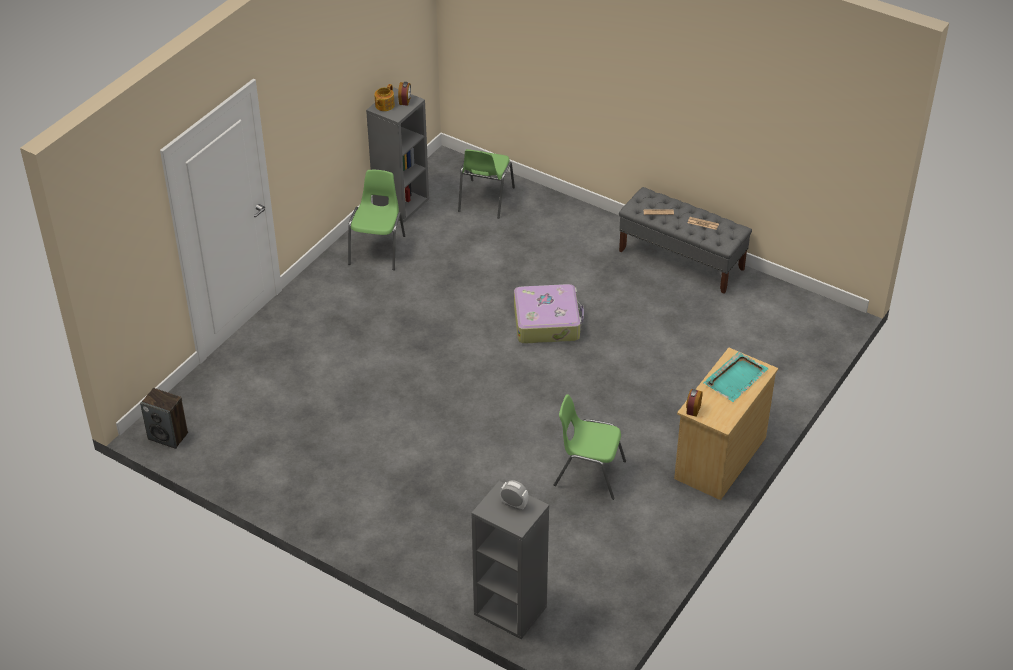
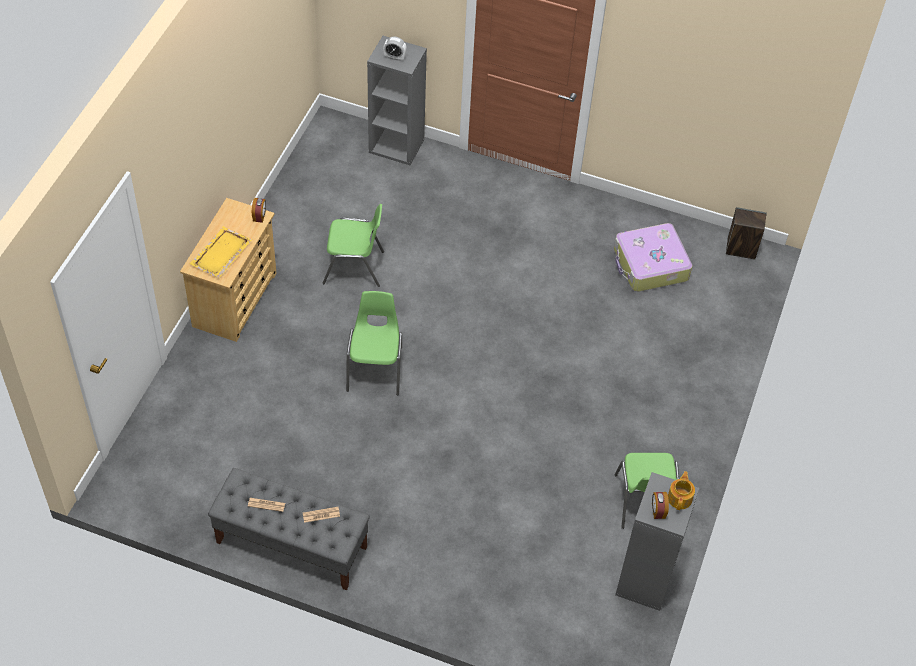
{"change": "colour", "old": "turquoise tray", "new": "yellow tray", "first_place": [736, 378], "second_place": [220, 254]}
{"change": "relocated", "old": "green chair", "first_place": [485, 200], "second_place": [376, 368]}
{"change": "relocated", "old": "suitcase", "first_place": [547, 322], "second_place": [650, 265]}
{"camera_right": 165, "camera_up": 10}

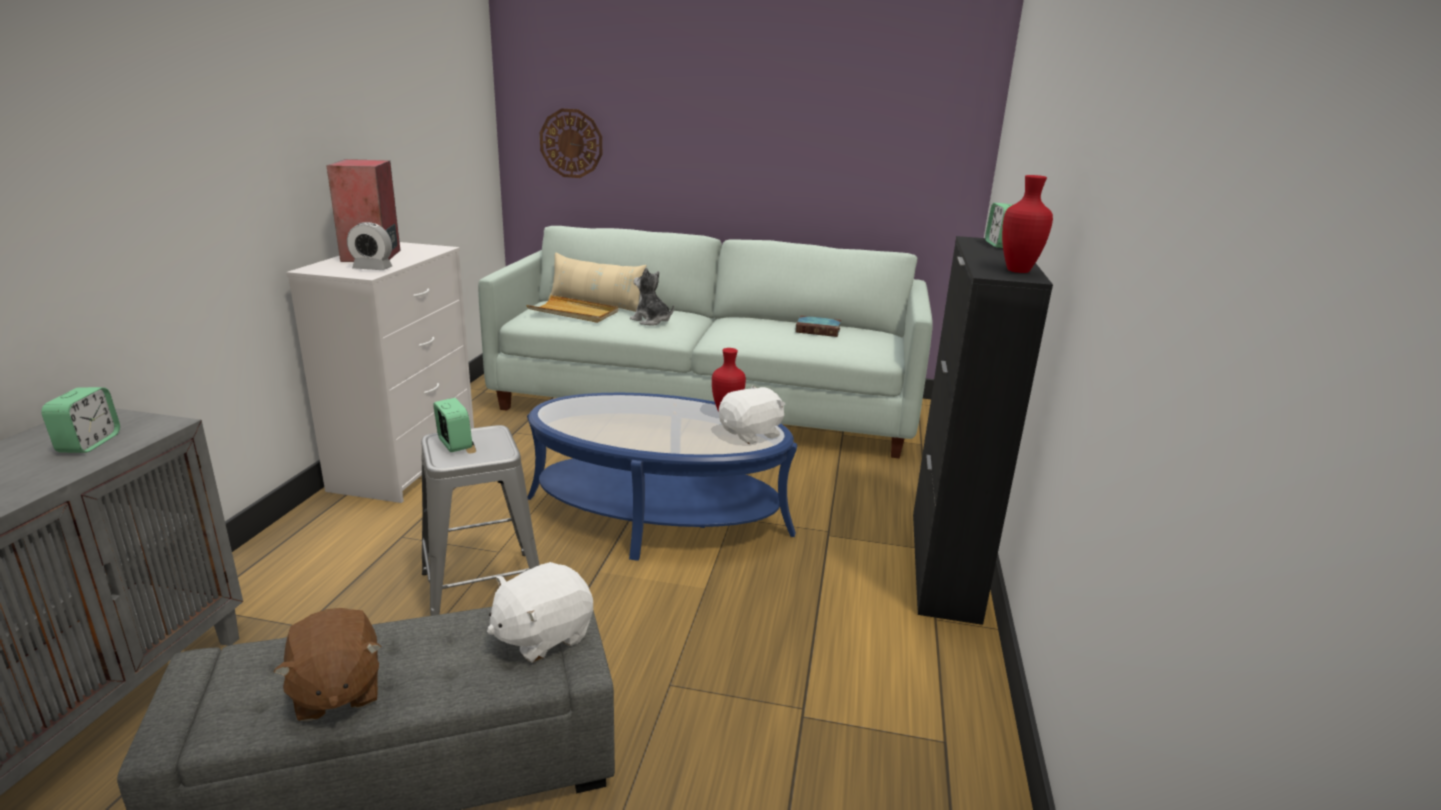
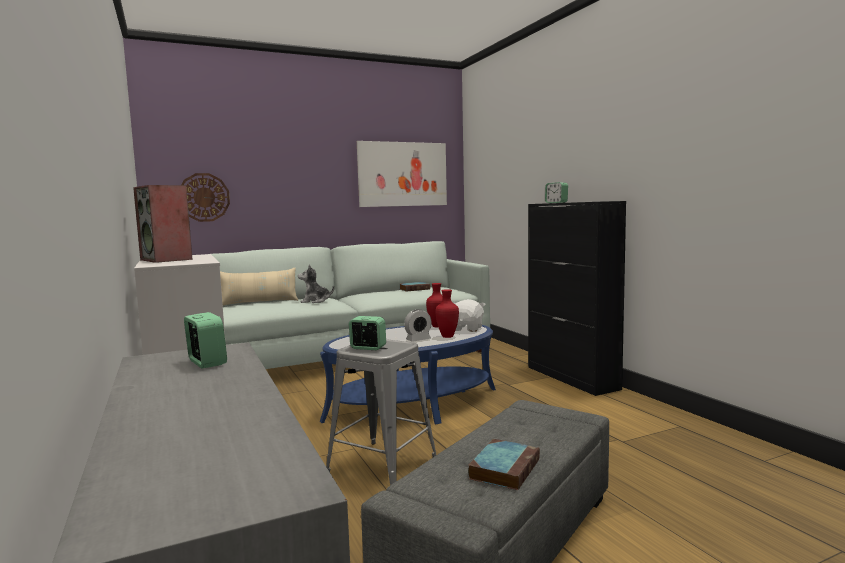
{"change": "appeared", "new": "picture", "second_place": [402, 174]}
{"change": "relocated", "old": "alarm clock", "first_place": [372, 268], "second_place": [418, 339]}
{"change": "relocated", "old": "red vase", "first_place": [1018, 270], "second_place": [447, 336]}
{"change": "exchanged", "old": "brown plush toy", "new": "book", "first_place": [336, 691], "second_place": [504, 468]}
{"change": "missing", "old": "white plush toy", "first_place": [542, 635]}
{"change": "missing", "old": "beige tray", "first_place": [573, 312]}
{"camera_right": -35, "camera_up": -15}

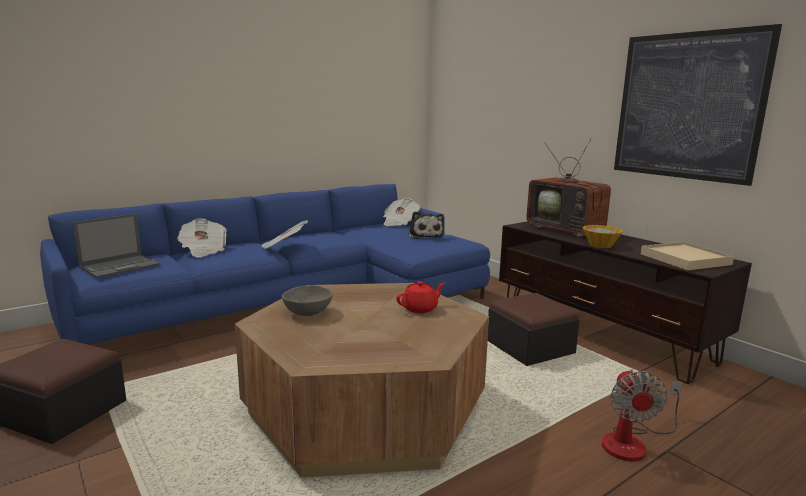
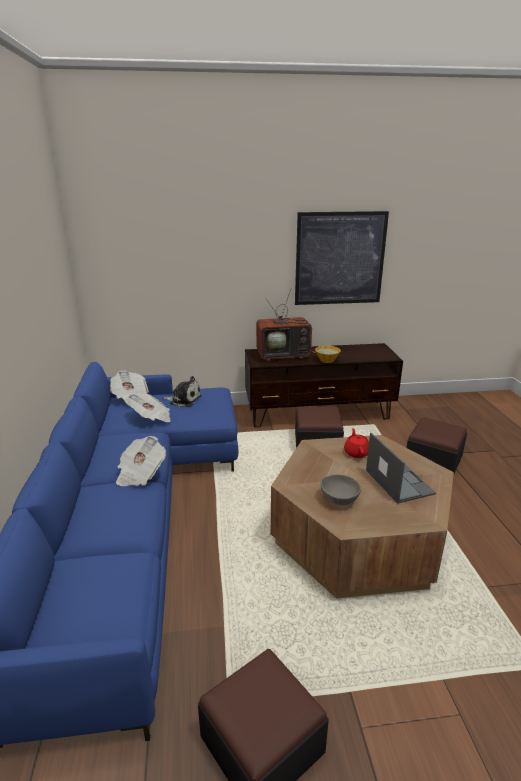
{"change": "relocated", "old": "newspaper", "first_place": [203, 250], "second_place": [151, 417]}
{"change": "relocated", "old": "laptop", "first_place": [121, 266], "second_place": [398, 481]}
{"change": "exchanged", "old": "fan", "new": "ottoman", "first_place": [633, 442], "second_place": [433, 459]}
{"change": "missing", "old": "beige tray", "first_place": [685, 259]}
{"camera_right": -60, "camera_up": 10}

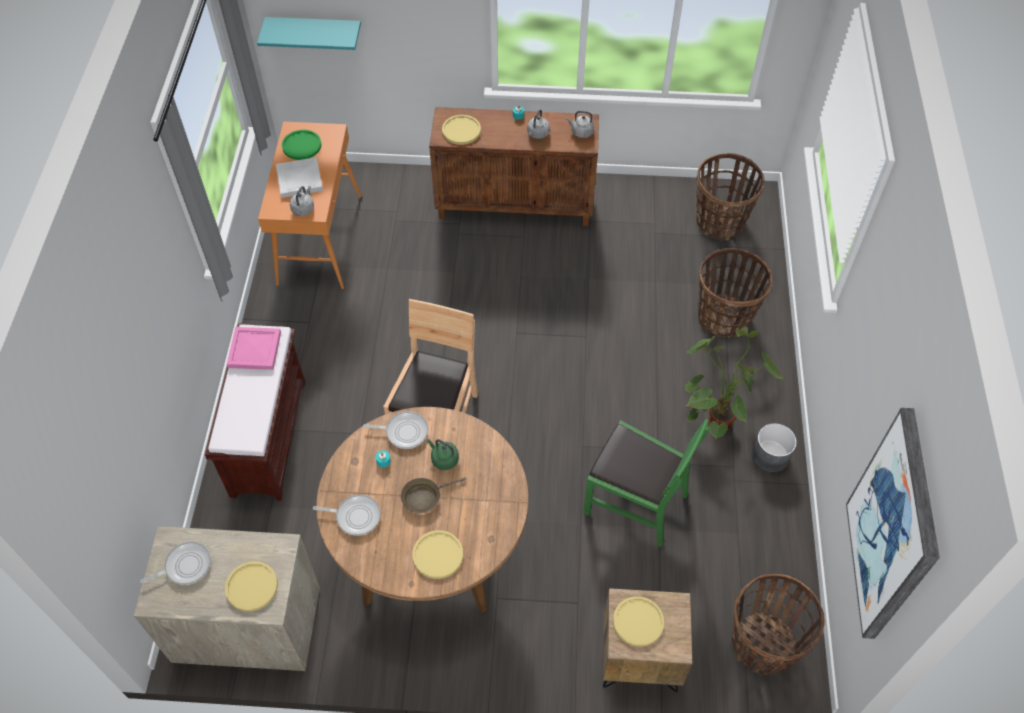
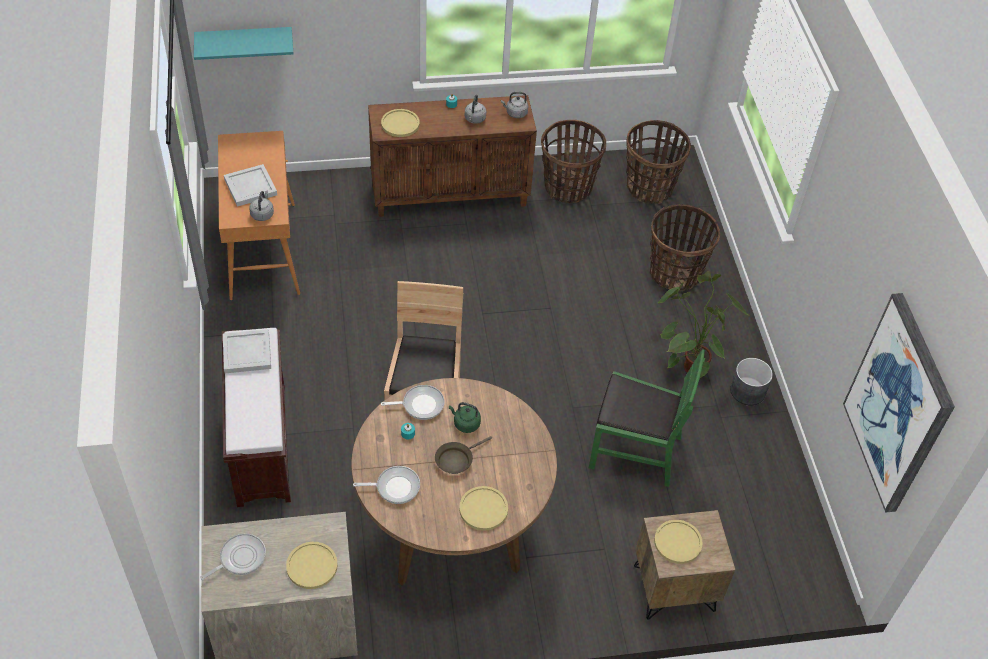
{"change": "colour", "old": "pink tray", "new": "white tray", "first_place": [254, 349], "second_place": [246, 352]}
{"change": "relocated", "old": "basket", "first_place": [763, 645], "second_place": [568, 187]}
{"change": "missing", "old": "green plate", "first_place": [301, 145]}
{"camera_right": -15, "camera_up": -5}

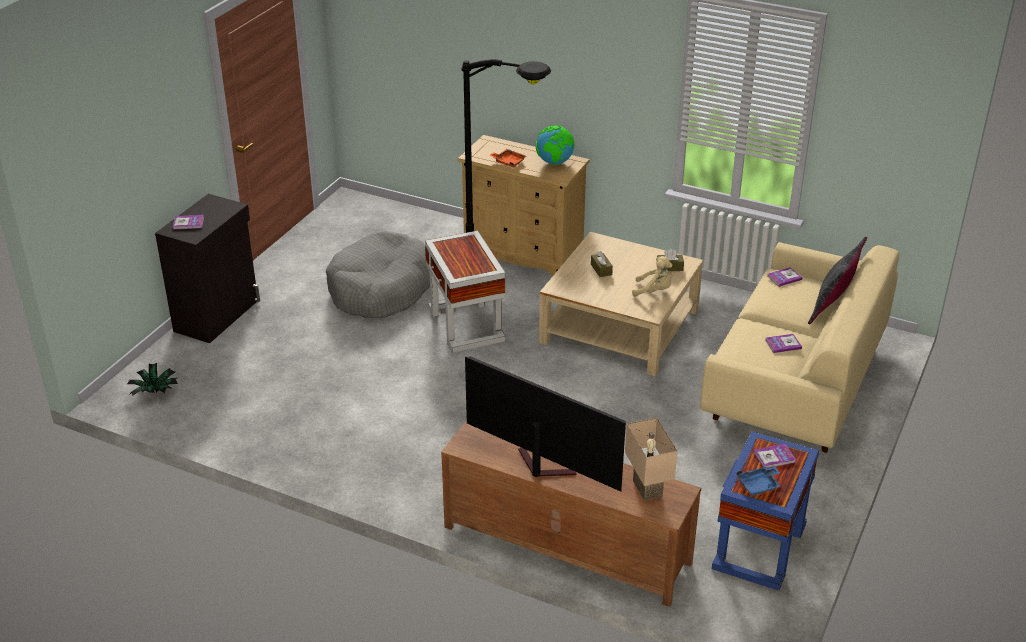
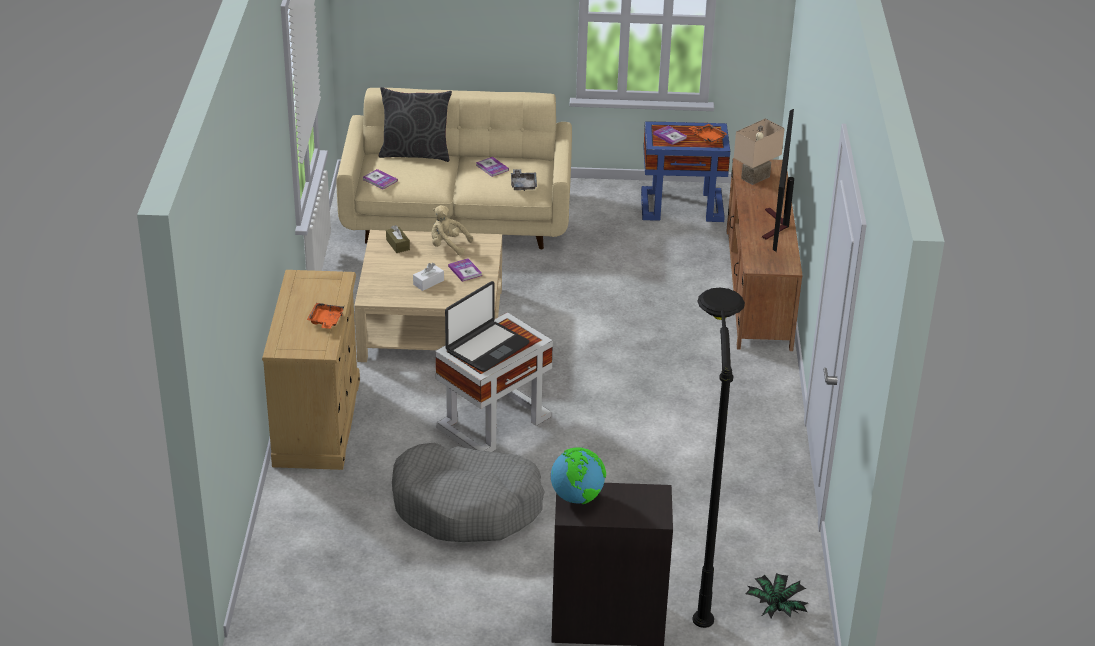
{"change": "colour", "old": "brown tissue box", "new": "white tissue box", "first_place": [601, 269], "second_place": [428, 282]}
{"change": "spun", "old": "beige plush toy", "first_place": [654, 291], "second_place": [448, 246], "degrees": -60}
{"change": "appeared", "new": "laptop", "second_place": [486, 347]}
{"change": "relocated", "old": "book", "first_place": [188, 223], "second_place": [465, 271]}
{"change": "appeared", "new": "grey tray", "second_place": [523, 184]}
{"change": "relocated", "old": "globe", "first_place": [555, 163], "second_place": [577, 497]}
{"change": "colour", "old": "blue tray", "new": "orange tray", "first_place": [759, 485], "second_place": [707, 138]}
{"change": "relocated", "old": "black floor lamp", "first_place": [513, 277], "second_place": [699, 573]}
{"camera_right": -115, "camera_up": 0}

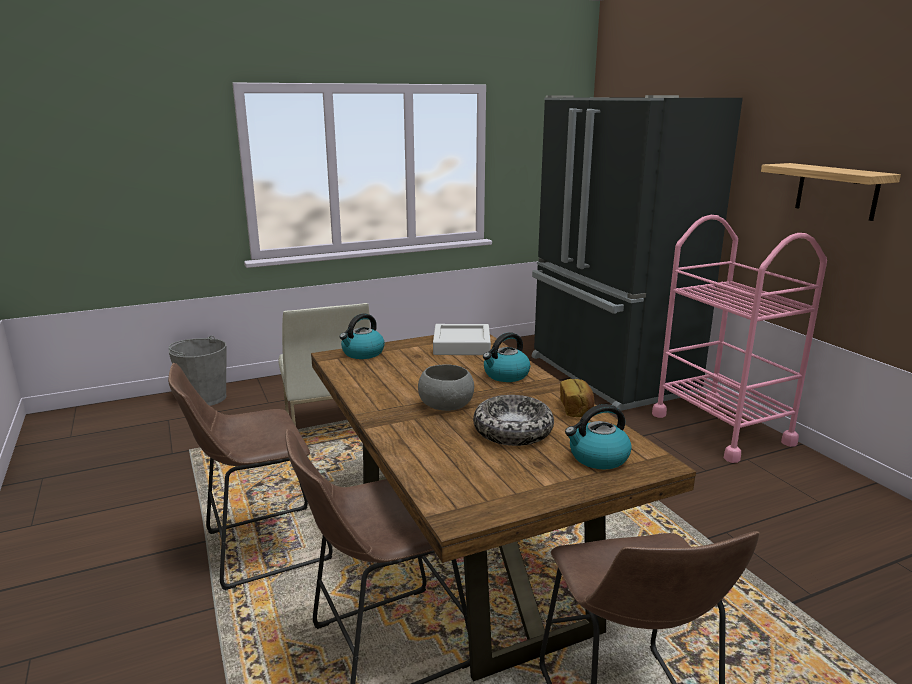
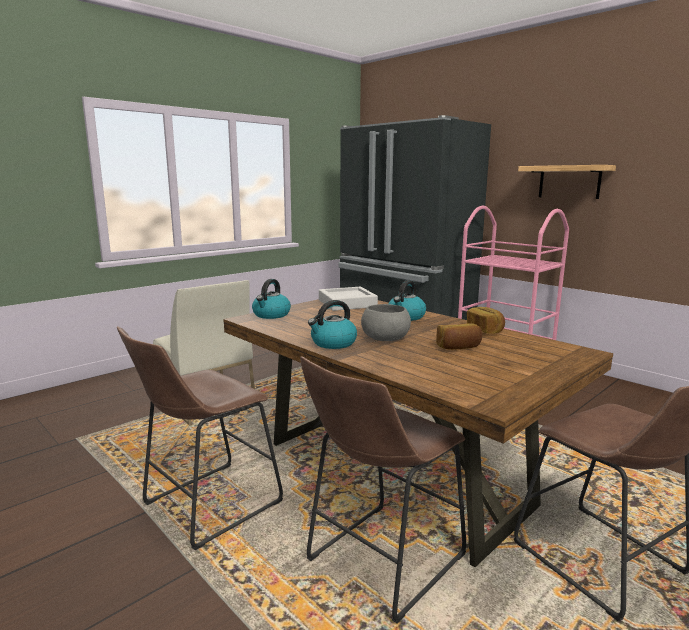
{"change": "relocated", "old": "kettle", "first_place": [598, 458], "second_place": [333, 343]}
{"change": "exchanged", "old": "bowl", "new": "bread", "first_place": [512, 431], "second_place": [458, 347]}
{"change": "missing", "old": "grey bucket", "first_place": [204, 398]}
{"camera_right": -20, "camera_up": -5}

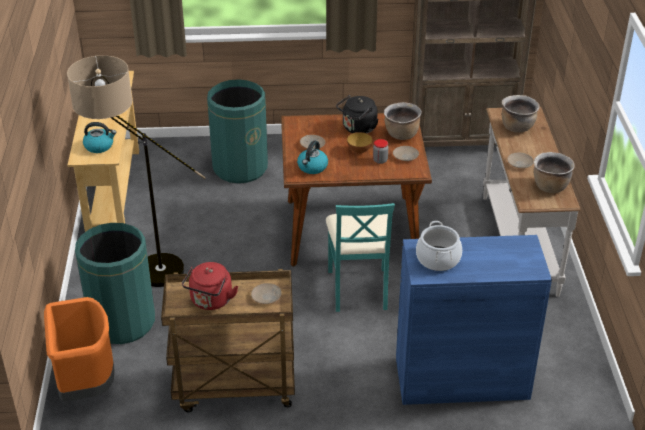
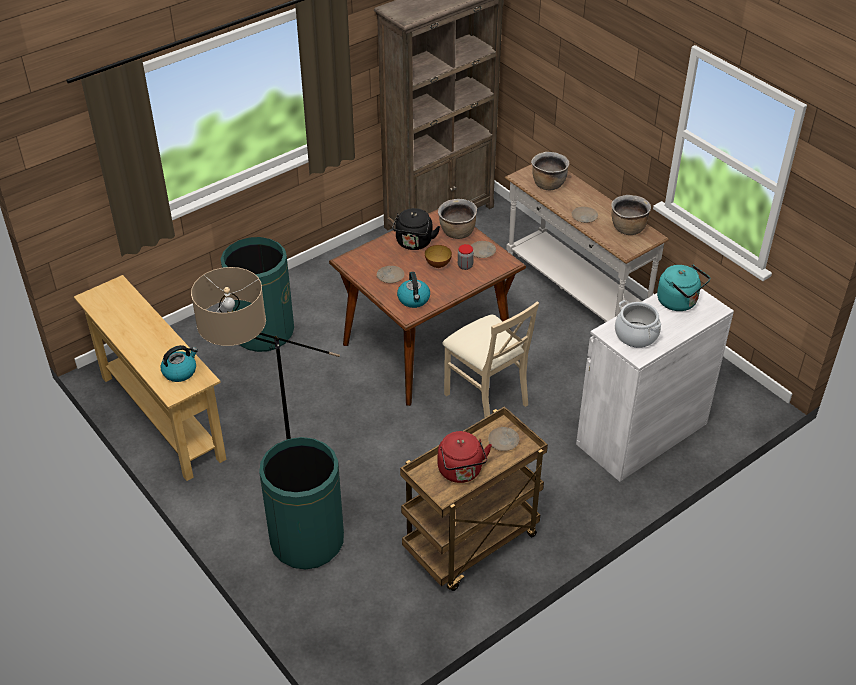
{"change": "colour", "old": "turquoise chair", "new": "beige chair", "first_place": [358, 288], "second_place": [486, 397]}
{"change": "colour", "old": "blue cabinet", "new": "white cabinet", "first_place": [461, 378], "second_place": [642, 434]}
{"change": "appeared", "new": "turquoise kettle", "second_place": [679, 302]}
{"change": "missing", "old": "orange trash can", "first_place": [86, 384]}
{"camera_right": -35, "camera_up": 5}

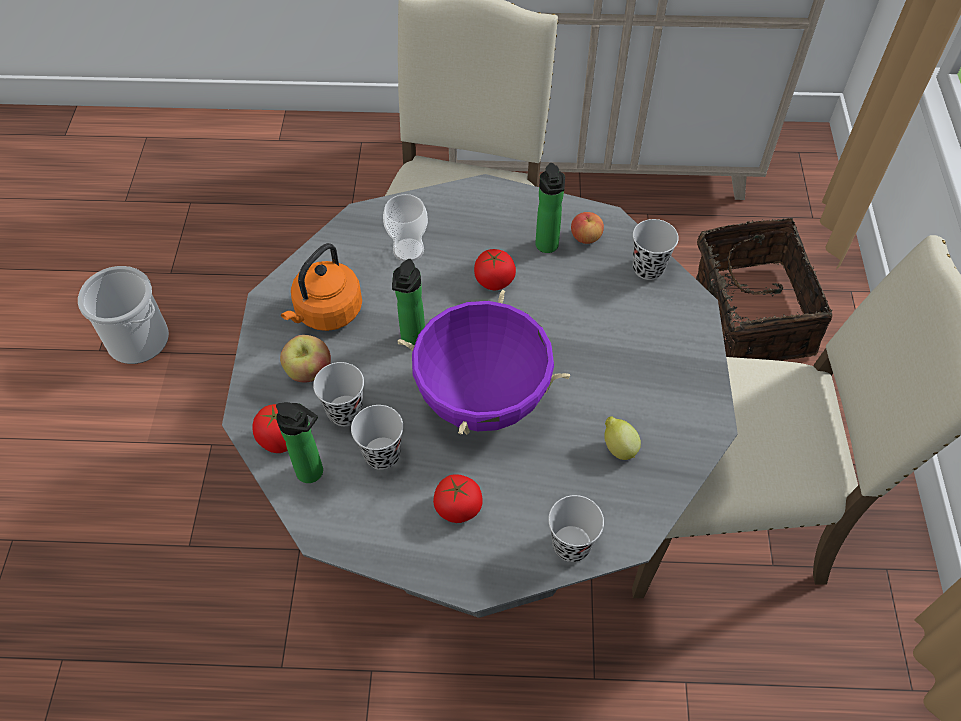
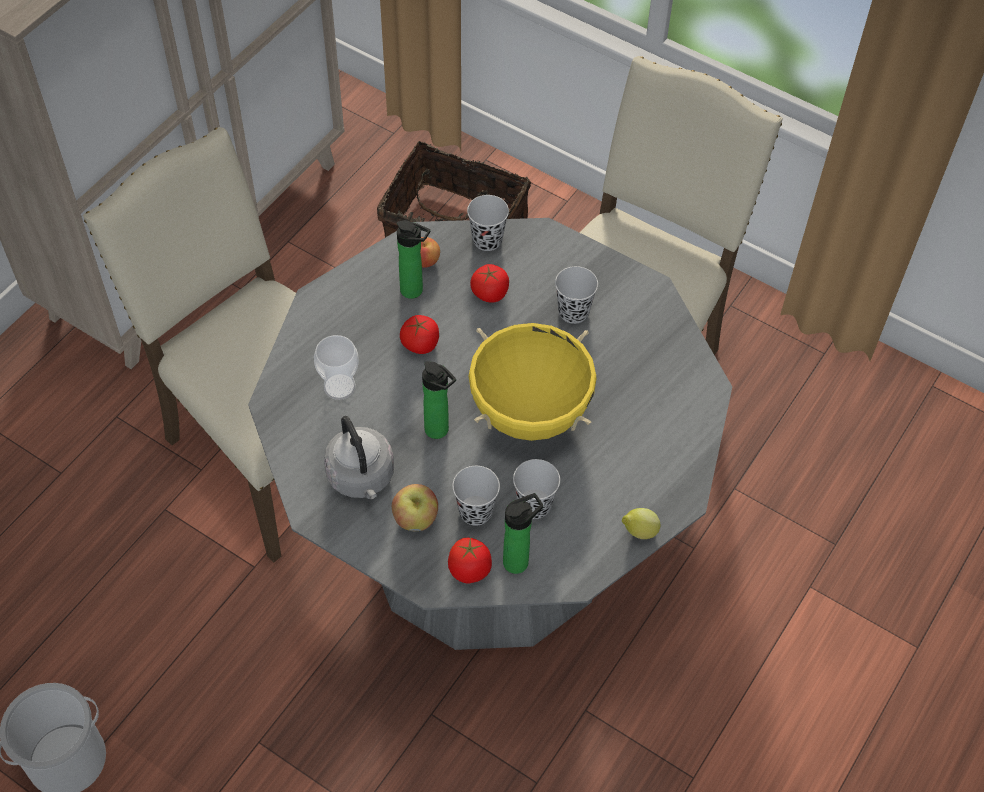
{"change": "colour", "old": "orange kettle", "new": "grey kettle", "first_place": [326, 313], "second_place": [362, 478]}
{"change": "colour", "old": "purple cooking pot", "new": "yellow cooking pot", "first_place": [483, 398], "second_place": [529, 412]}
{"change": "relocated", "old": "tomato", "first_place": [458, 507], "second_place": [490, 293]}
{"change": "relocated", "old": "black cup", "first_place": [571, 545], "second_place": [573, 312]}
{"change": "relocated", "old": "lemon", "first_place": [618, 447], "second_place": [638, 532]}
{"camera_right": -60, "camera_up": 0}

